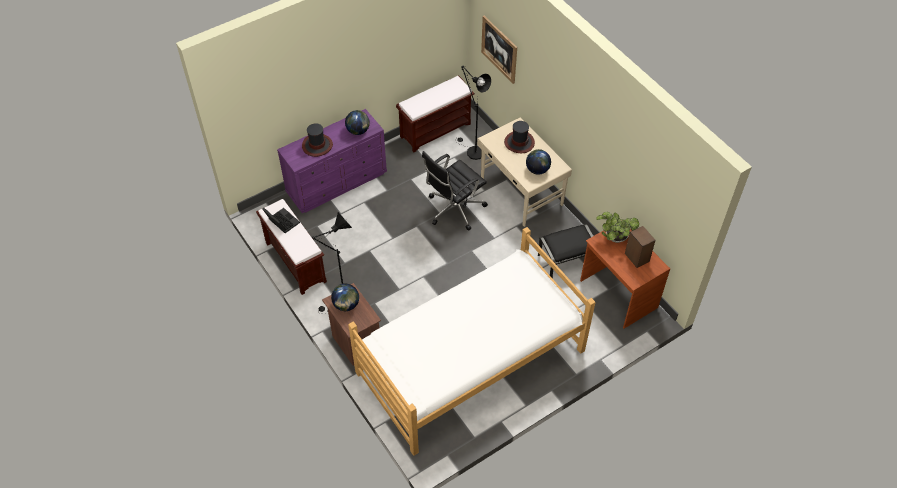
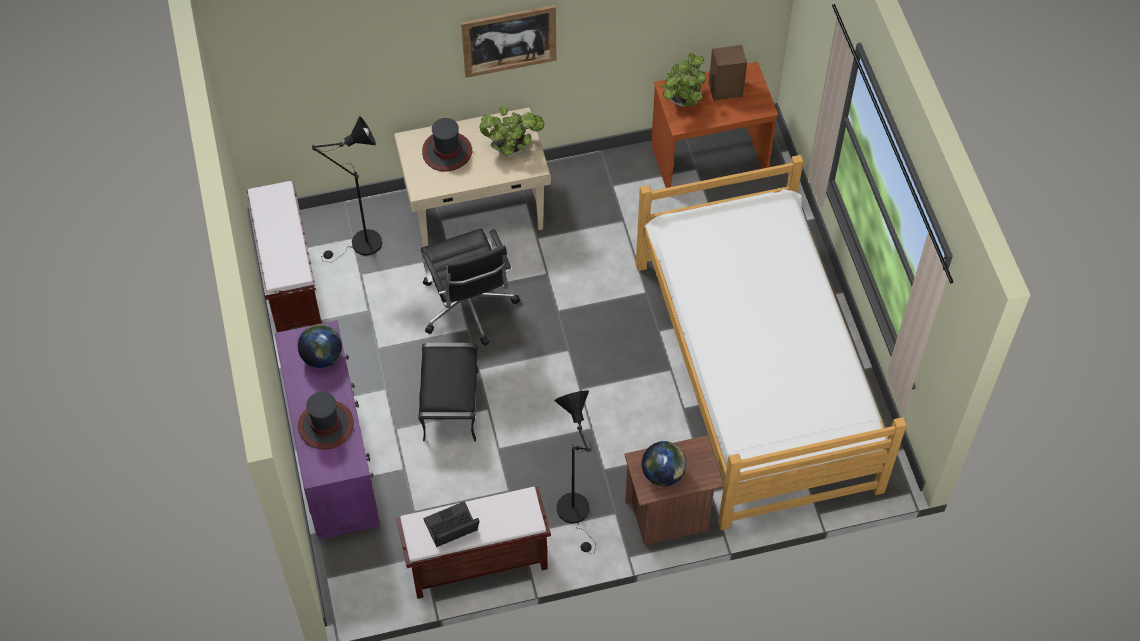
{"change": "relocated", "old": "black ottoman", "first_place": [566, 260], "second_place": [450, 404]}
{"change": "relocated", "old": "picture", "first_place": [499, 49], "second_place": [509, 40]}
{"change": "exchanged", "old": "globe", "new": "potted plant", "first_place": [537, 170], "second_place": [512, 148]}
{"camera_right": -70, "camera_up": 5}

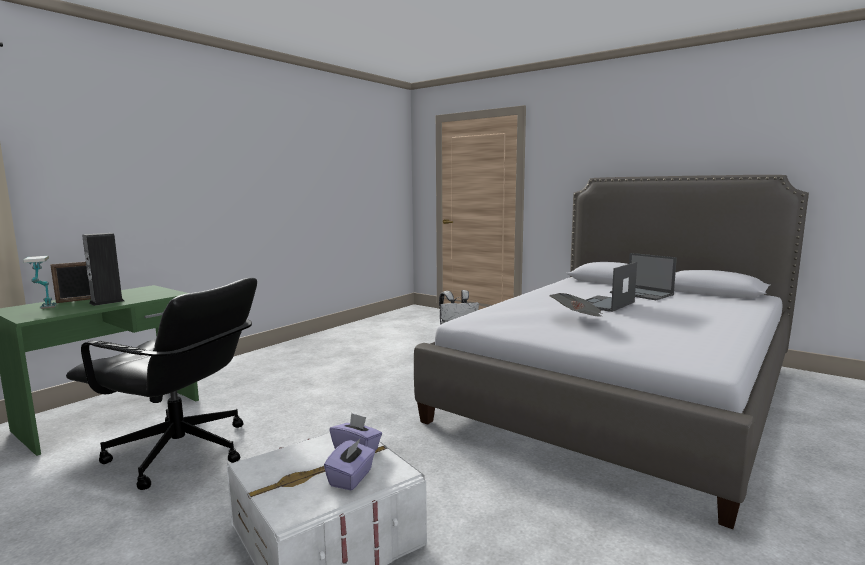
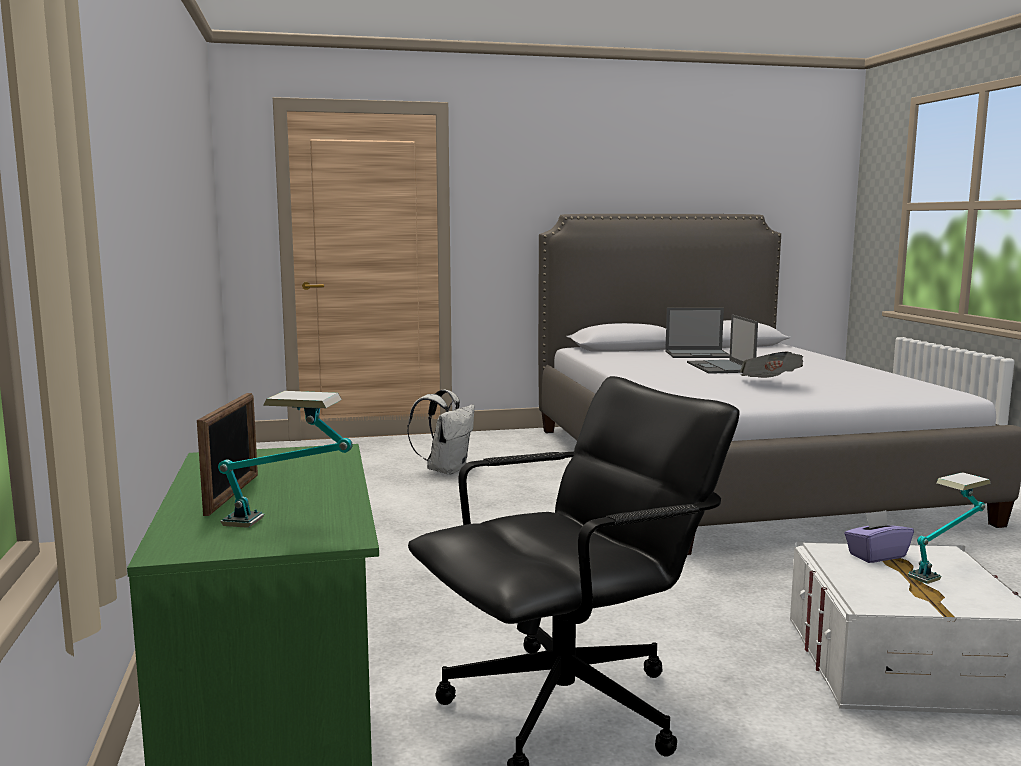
{"change": "exchanged", "old": "purple tissue box", "new": "table lamp", "first_place": [351, 478], "second_place": [945, 571]}
{"change": "missing", "old": "speaker", "first_place": [107, 302]}
{"camera_right": -50, "camera_up": 0}

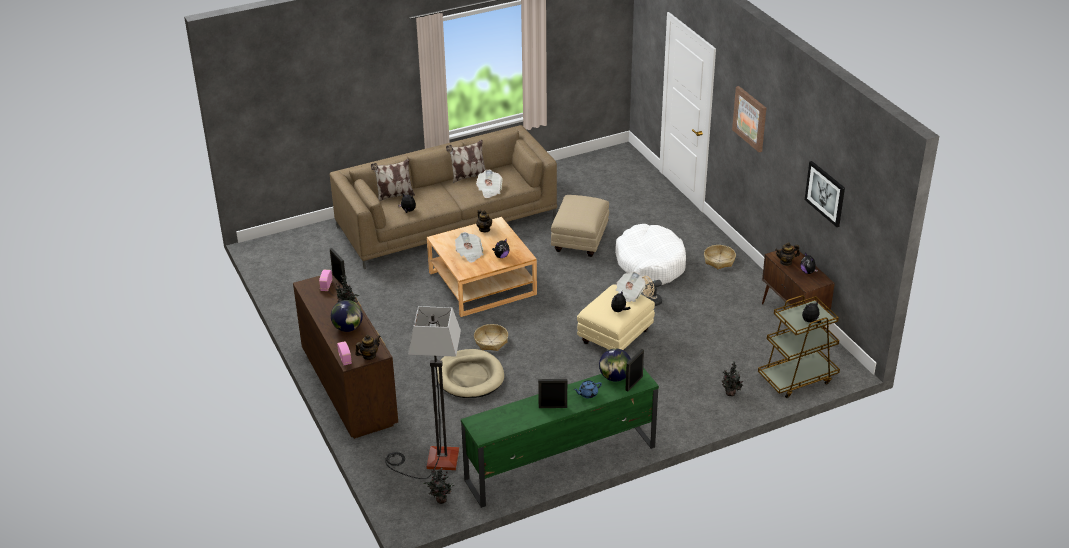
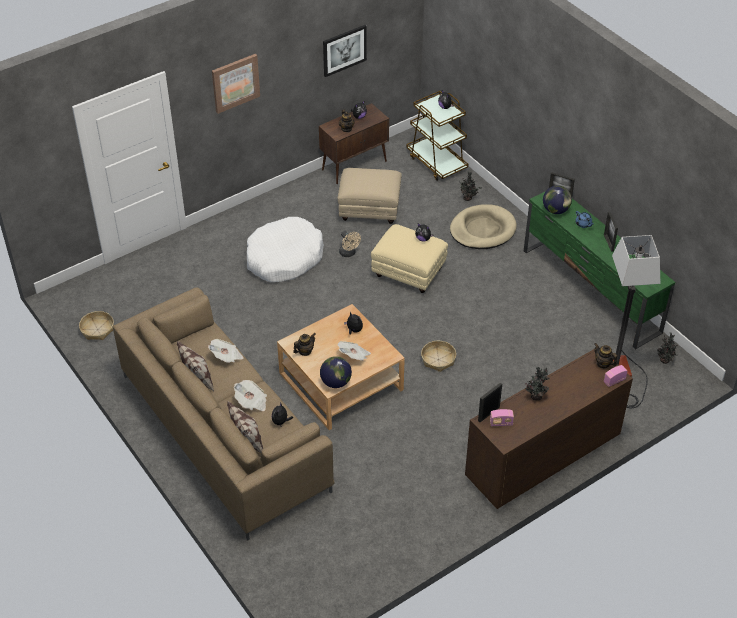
{"change": "relocated", "old": "basket", "first_place": [719, 261], "second_place": [97, 329]}
{"change": "relocated", "old": "newspaper", "first_place": [628, 294], "second_place": [251, 402]}
{"change": "relocated", "old": "globe", "first_place": [348, 328], "second_place": [336, 382]}
{"change": "relocated", "old": "beige ottoman", "first_place": [579, 241], "second_place": [370, 210]}
{"change": "relocated", "old": "beige dog bed", "first_place": [470, 376], "second_place": [482, 230]}
{"camera_right": -100, "camera_up": 10}

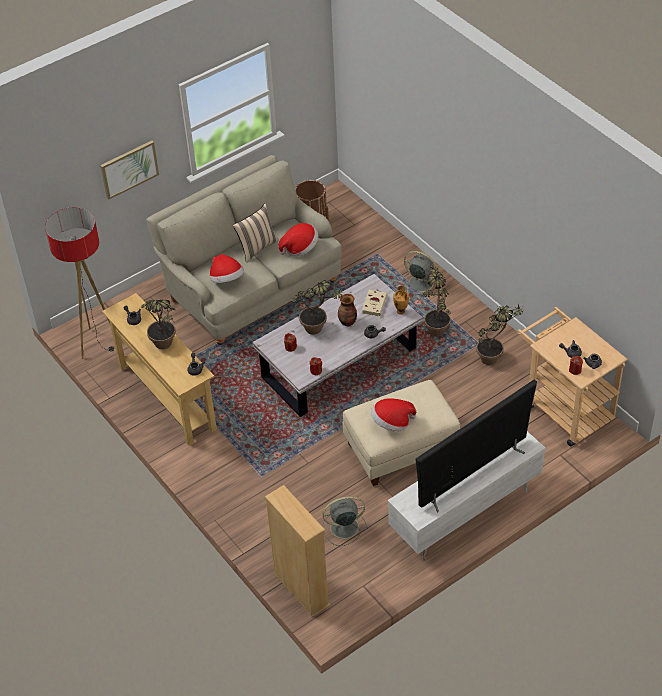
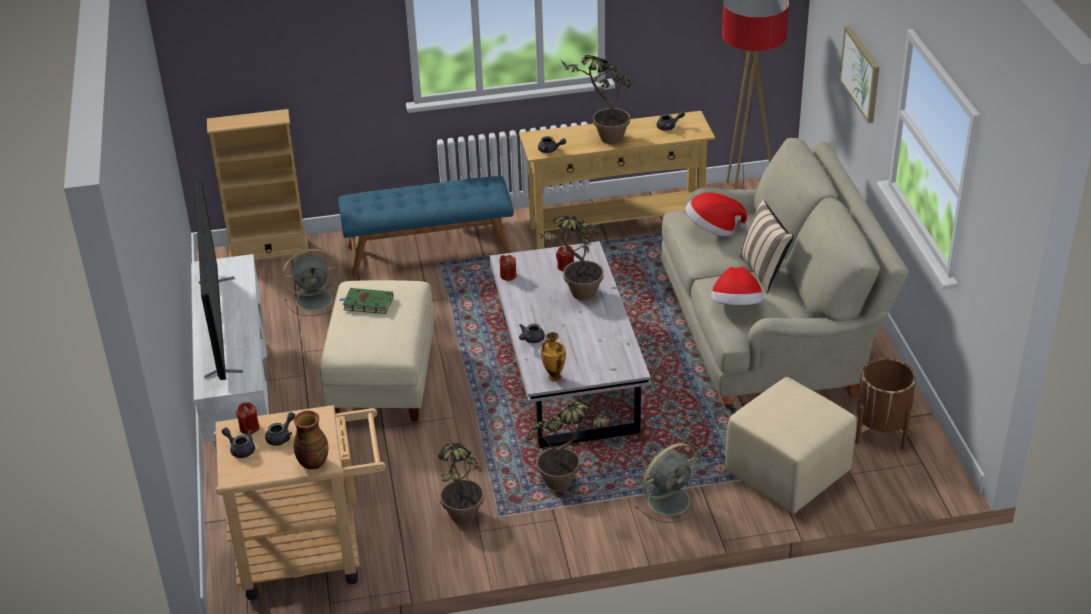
{"change": "spun", "old": "grey fan", "first_place": [343, 527], "second_place": [316, 300], "degrees": 60}
{"change": "relocated", "old": "vase", "first_place": [347, 322], "second_place": [312, 462]}
{"change": "appeared", "new": "blue bench", "second_place": [429, 250]}
{"change": "exchanged", "old": "hat", "new": "green book", "first_place": [392, 423], "second_place": [366, 303]}
{"change": "appeared", "new": "beige ottoman", "second_place": [787, 474]}
{"change": "missing", "old": "beige book", "first_place": [374, 304]}
{"camera_right": 115, "camera_up": -10}

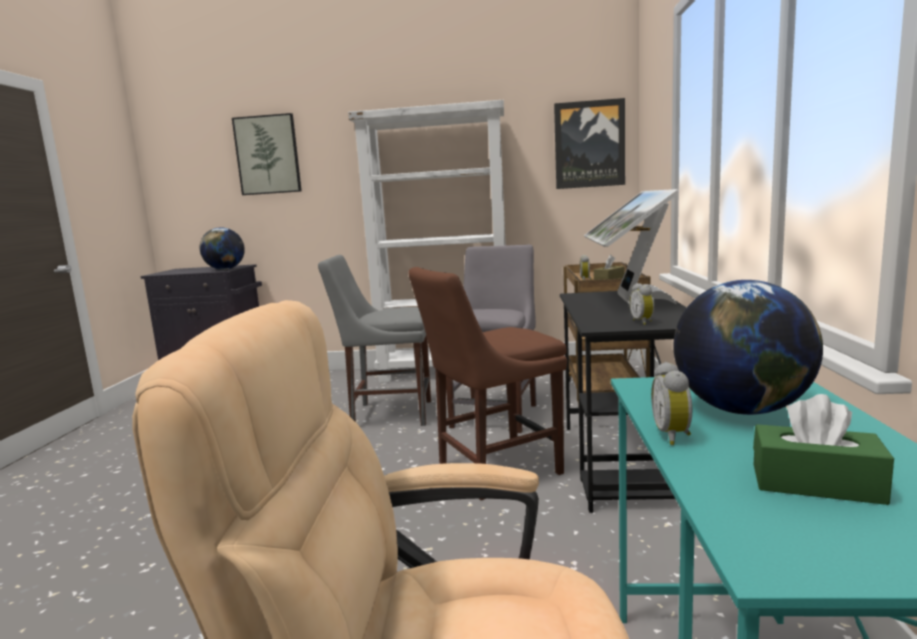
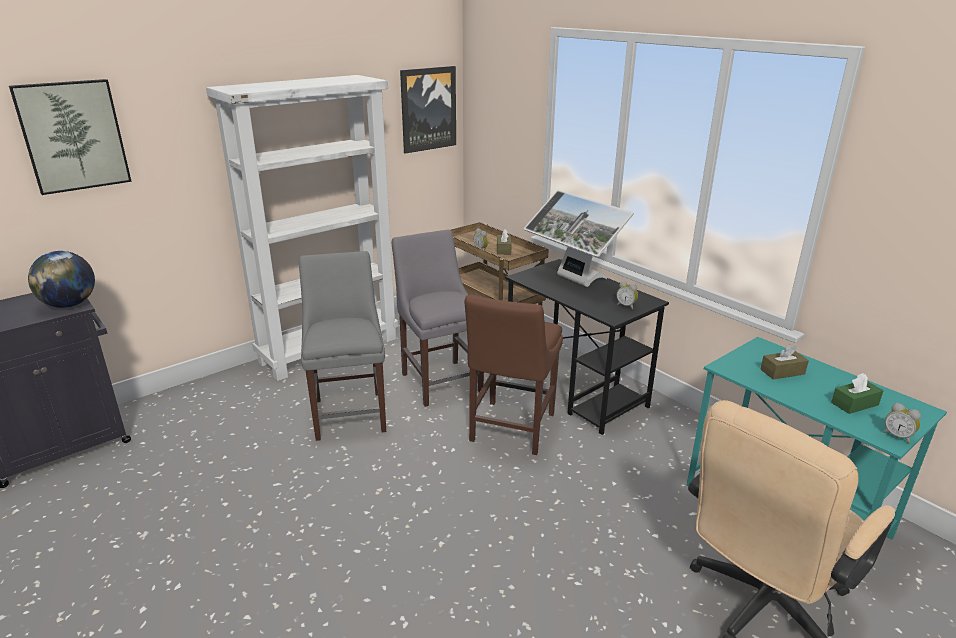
{"change": "spun", "old": "grey chair", "first_place": [387, 414], "second_place": [350, 412], "degrees": 120}
{"change": "exchanged", "old": "globe", "new": "brown tissue box", "first_place": [742, 410], "second_place": [782, 372]}
{"change": "relocated", "old": "alarm clock", "first_place": [674, 435], "second_place": [897, 436]}
{"camera_right": -45, "camera_up": 15}

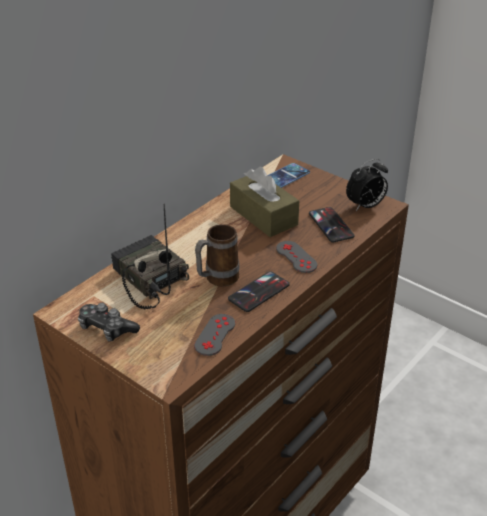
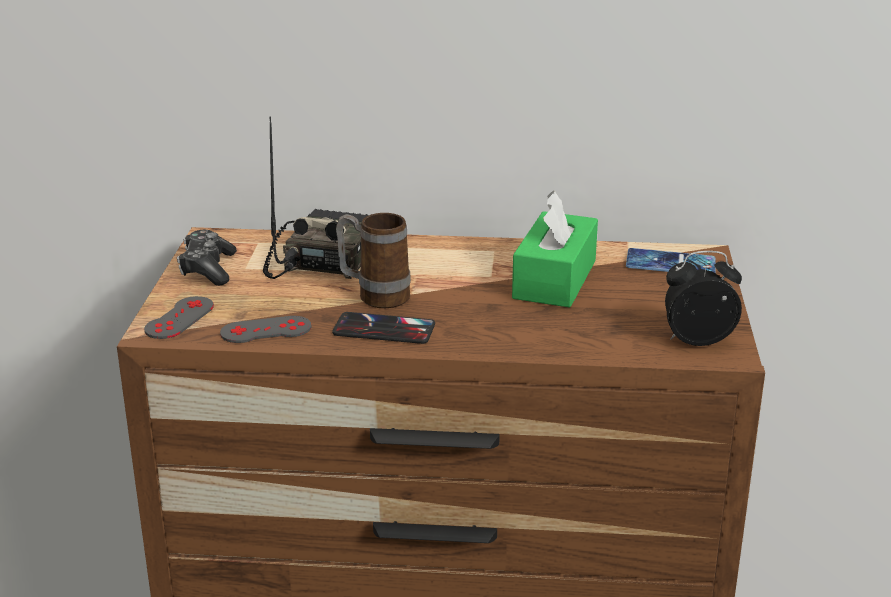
{"change": "relocated", "old": "grey game controller", "first_place": [296, 257], "second_place": [179, 318]}
{"change": "colour", "old": "brown tissue box", "new": "green tissue box", "first_place": [263, 216], "second_place": [554, 279]}
{"change": "spun", "old": "alarm clock", "first_place": [365, 206], "second_place": [697, 340], "degrees": 150}
{"change": "missing", "old": "phone", "first_place": [331, 225]}
{"camera_right": 55, "camera_up": -10}

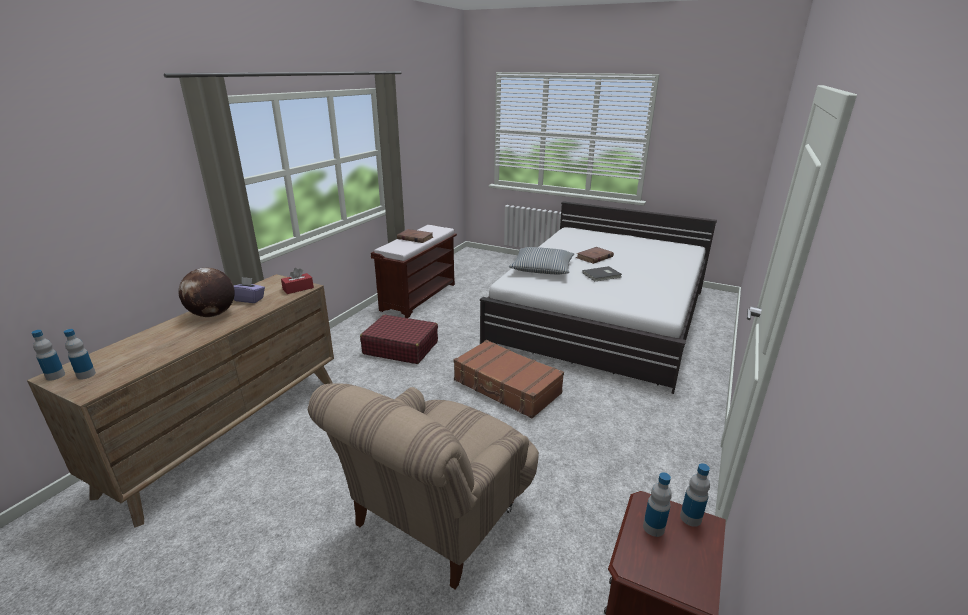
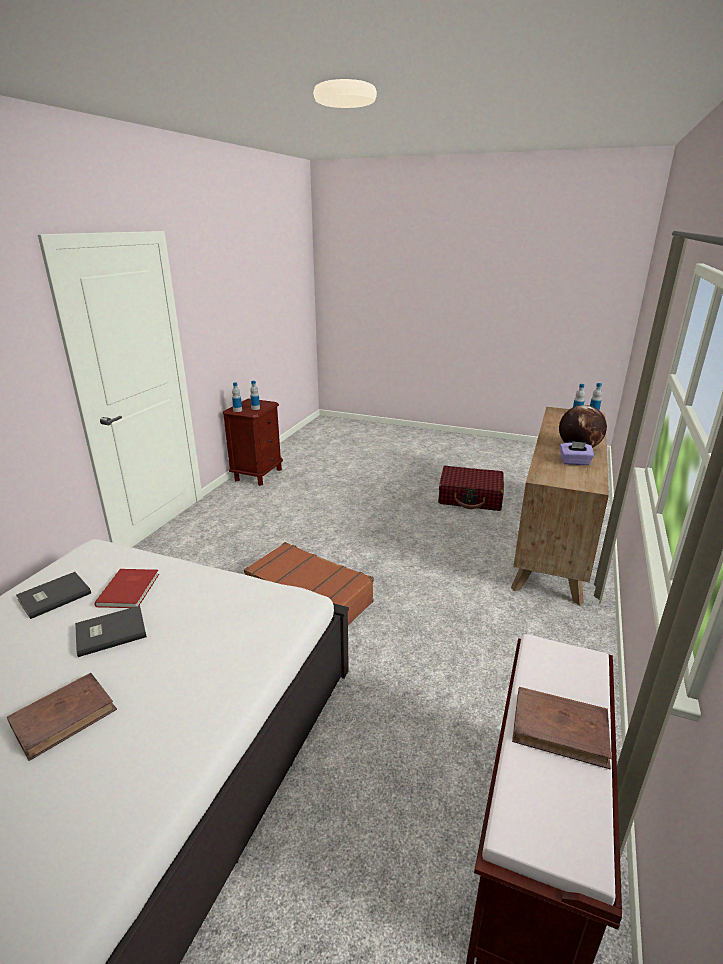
{"change": "appeared", "new": "grey book", "second_place": [53, 596]}
{"change": "appeared", "new": "red book", "second_place": [130, 589]}
{"change": "relocated", "old": "red suitcase", "first_place": [400, 348], "second_place": [470, 497]}
{"change": "missing", "old": "red tissue box", "first_place": [298, 288]}
{"change": "missing", "old": "beige armchair", "first_place": [437, 518]}
{"change": "missing", "old": "pillow", "first_place": [542, 268]}
{"camera_right": 175, "camera_up": 0}

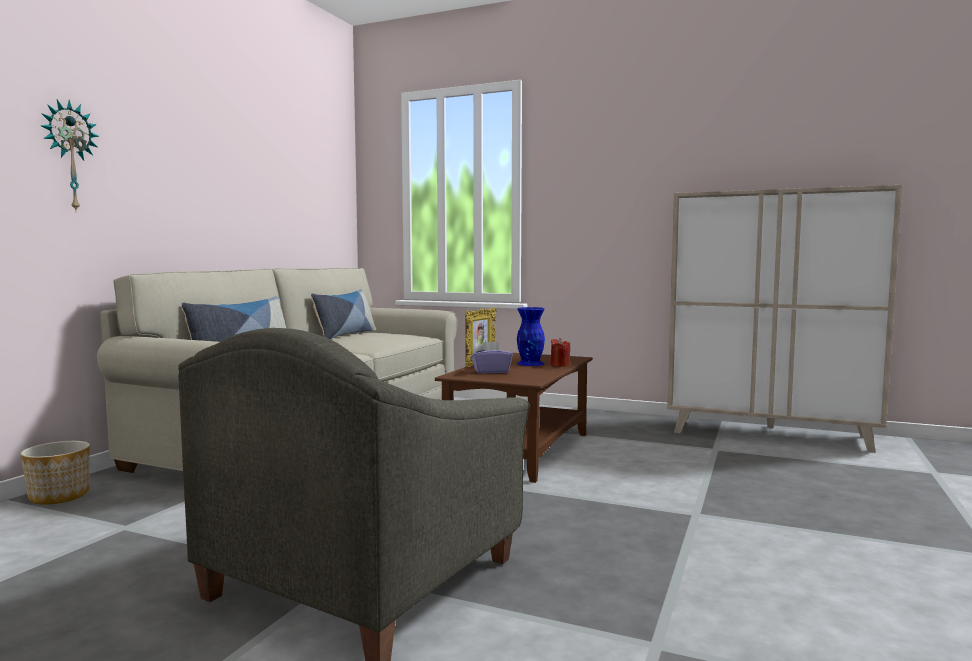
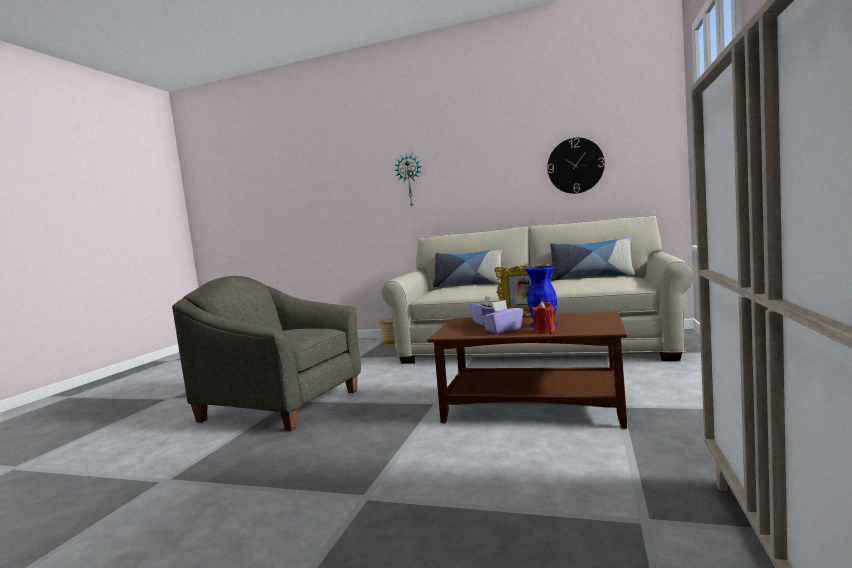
{"change": "appeared", "new": "purple tissue box", "second_place": [503, 330]}
{"change": "appeared", "new": "wall clock", "second_place": [575, 166]}
{"camera_right": 85, "camera_up": 0}

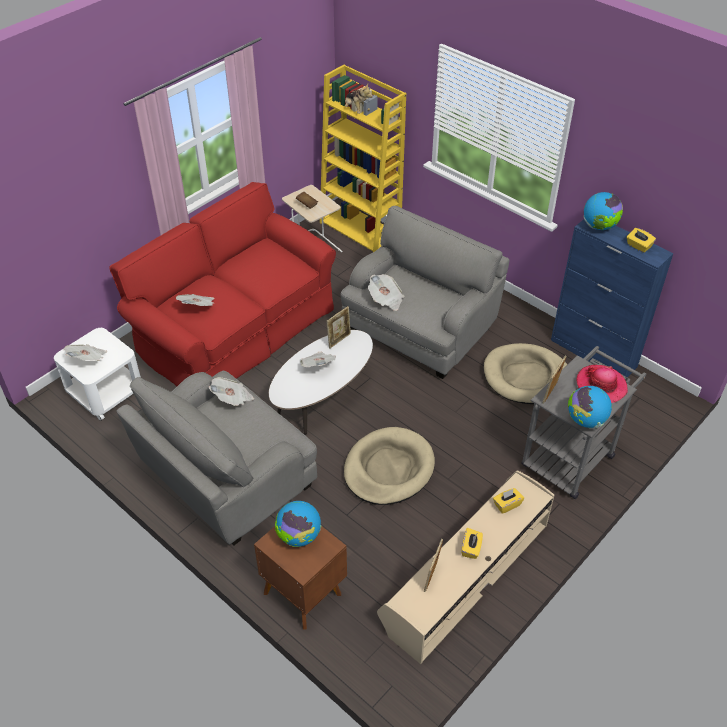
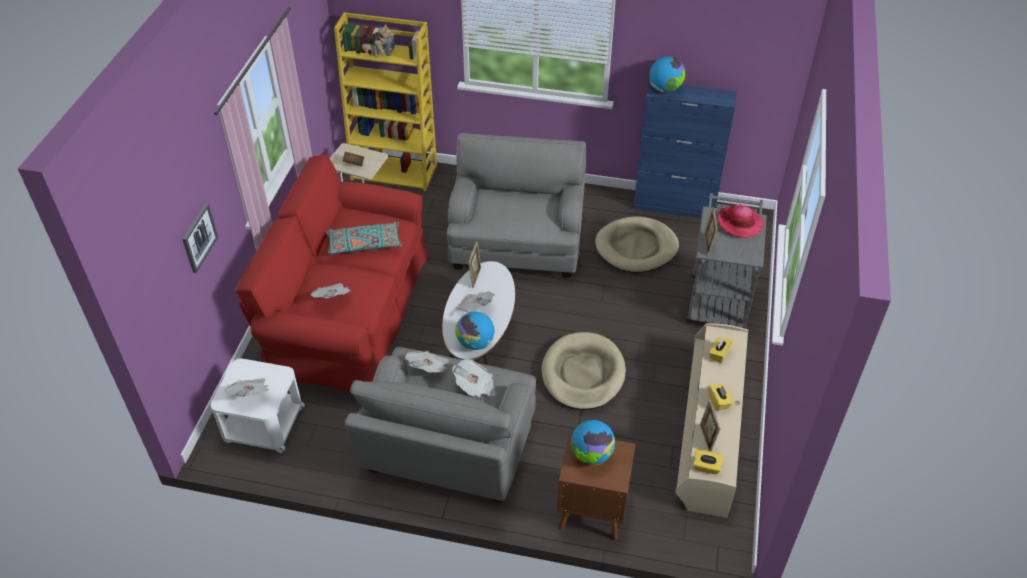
{"change": "appeared", "new": "picture", "second_place": [199, 237]}
{"change": "appeared", "new": "turquoise pillow", "second_place": [364, 244]}
{"change": "relocated", "old": "newspaper", "first_place": [386, 299], "second_place": [475, 386]}
{"change": "relocated", "old": "globe", "first_place": [585, 420], "second_place": [475, 343]}
{"change": "relocated", "old": "yellow tissue box", "first_place": [638, 246], "second_place": [706, 467]}
{"camera_right": -30, "camera_up": 0}

